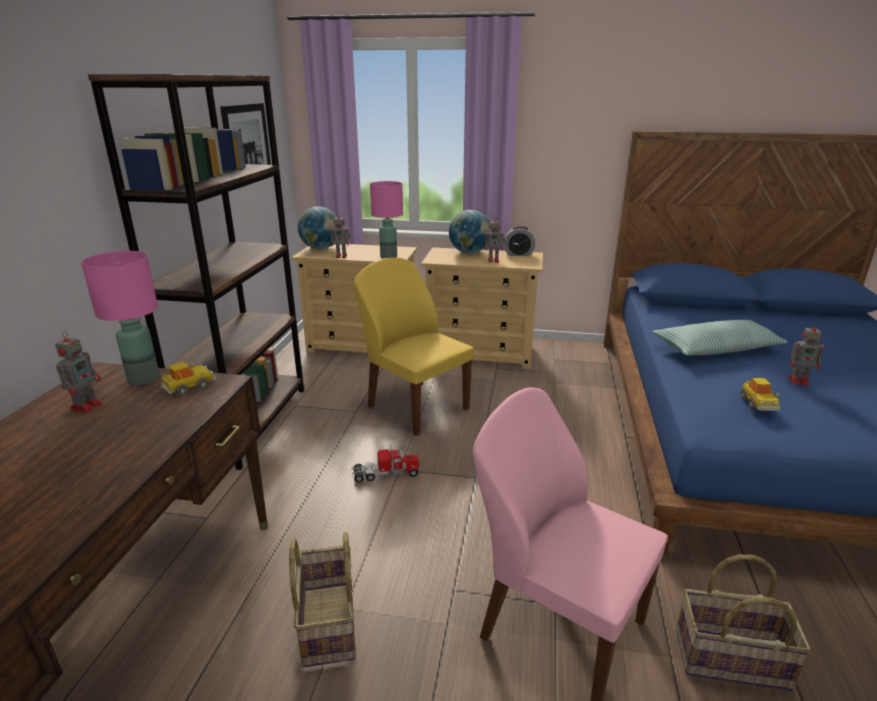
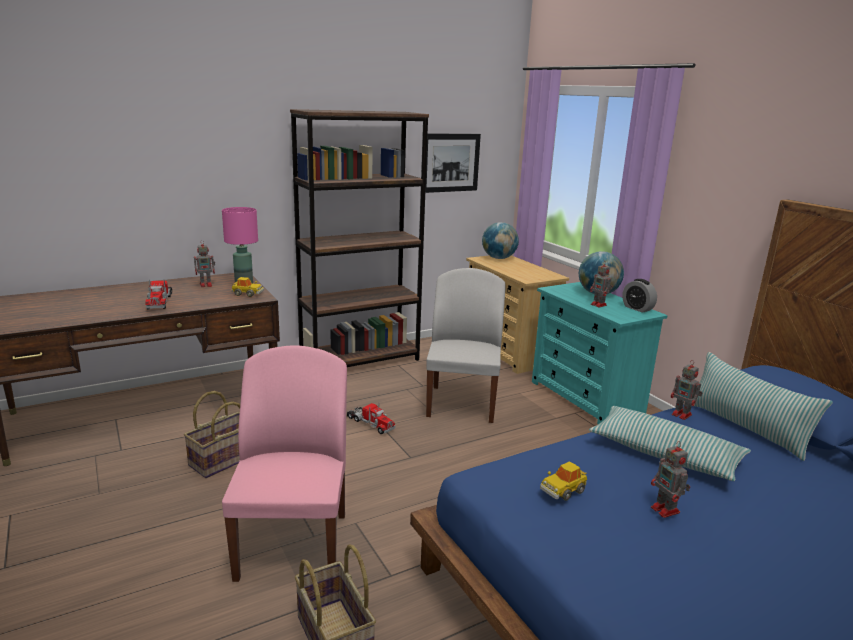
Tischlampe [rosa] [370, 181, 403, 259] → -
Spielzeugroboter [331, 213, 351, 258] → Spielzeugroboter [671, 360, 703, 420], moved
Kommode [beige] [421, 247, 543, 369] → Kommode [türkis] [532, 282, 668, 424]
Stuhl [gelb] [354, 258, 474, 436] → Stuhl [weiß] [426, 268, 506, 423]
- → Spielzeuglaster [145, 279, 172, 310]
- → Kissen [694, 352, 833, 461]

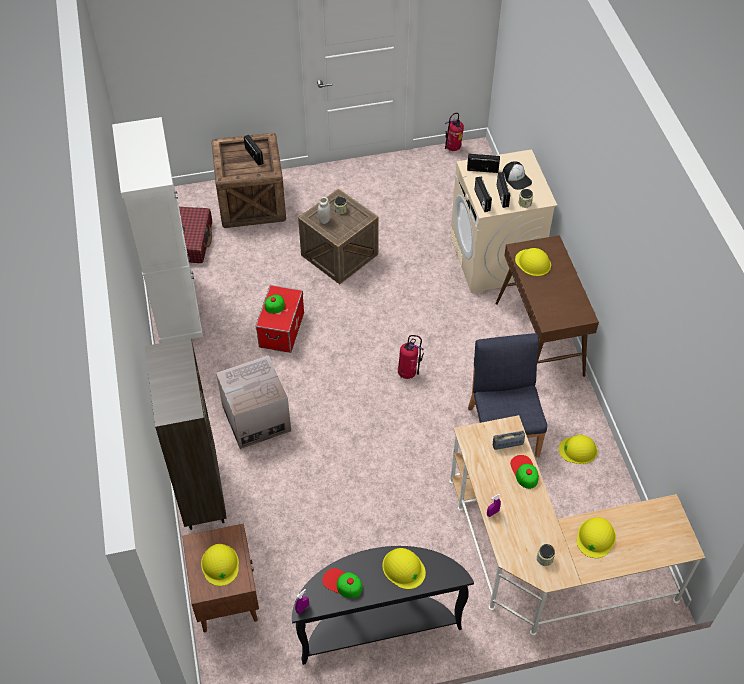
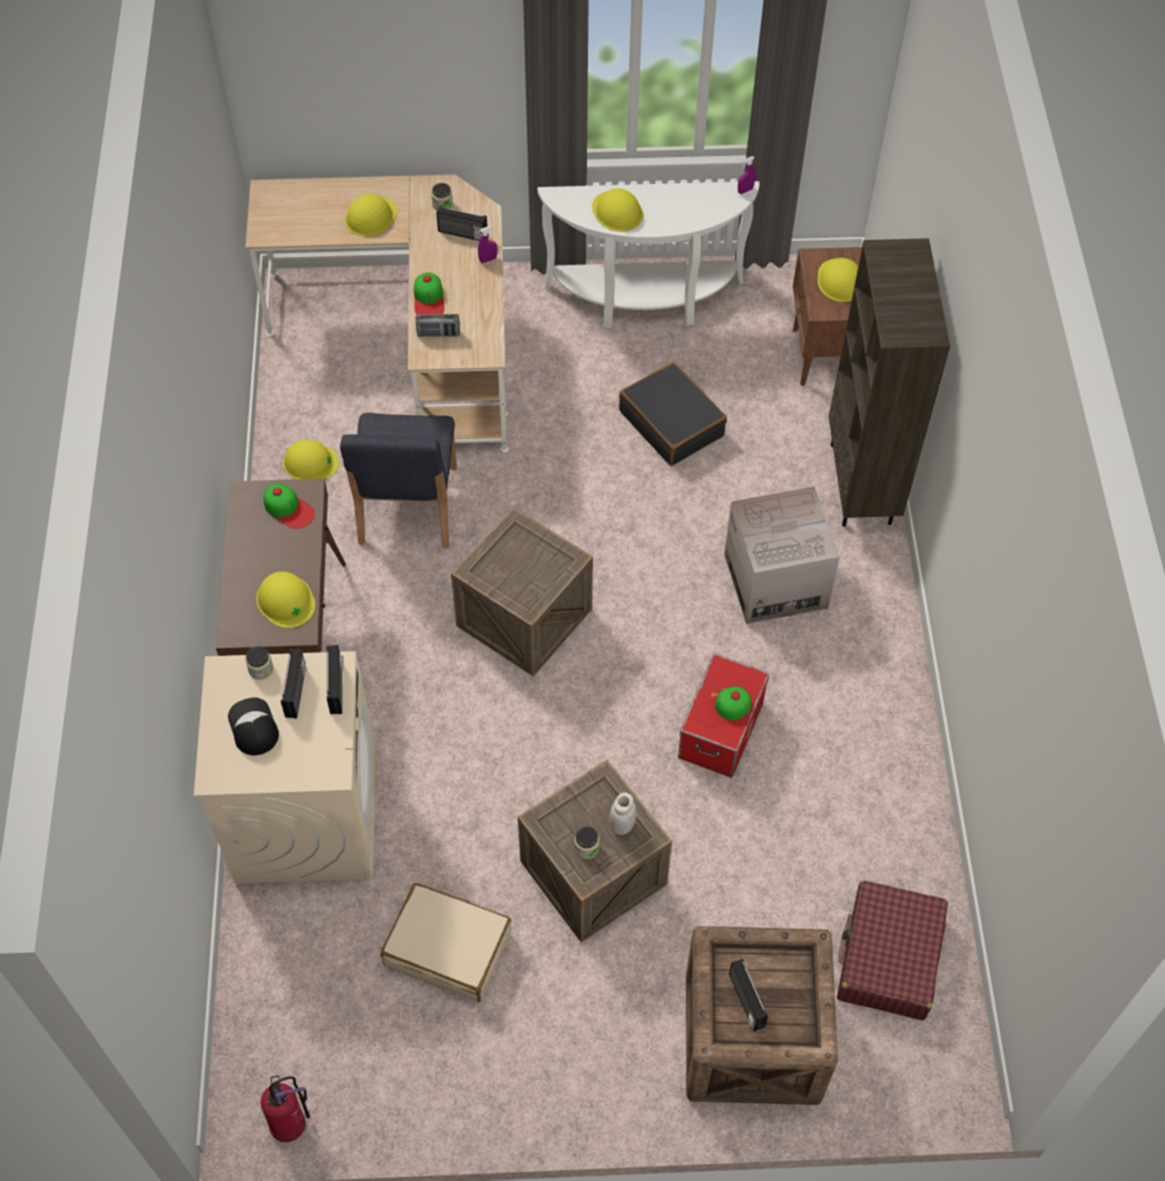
Schrank [weiß] [112, 117, 203, 343] → -
Radio [467, 154, 500, 173] → Radio [436, 205, 487, 241], moved
Feuerlöscher [398, 335, 424, 379] → Kiste [451, 507, 593, 677]
Konsolentisch [schwarz] [292, 546, 474, 665] → Konsolentisch [weiß] [538, 181, 759, 328]
Kappe [322, 568, 363, 598] → Kappe [264, 484, 315, 529], moved
- → Koffer [schwarz] [619, 362, 727, 466]
- → Koffer [beige] [381, 883, 512, 1002]

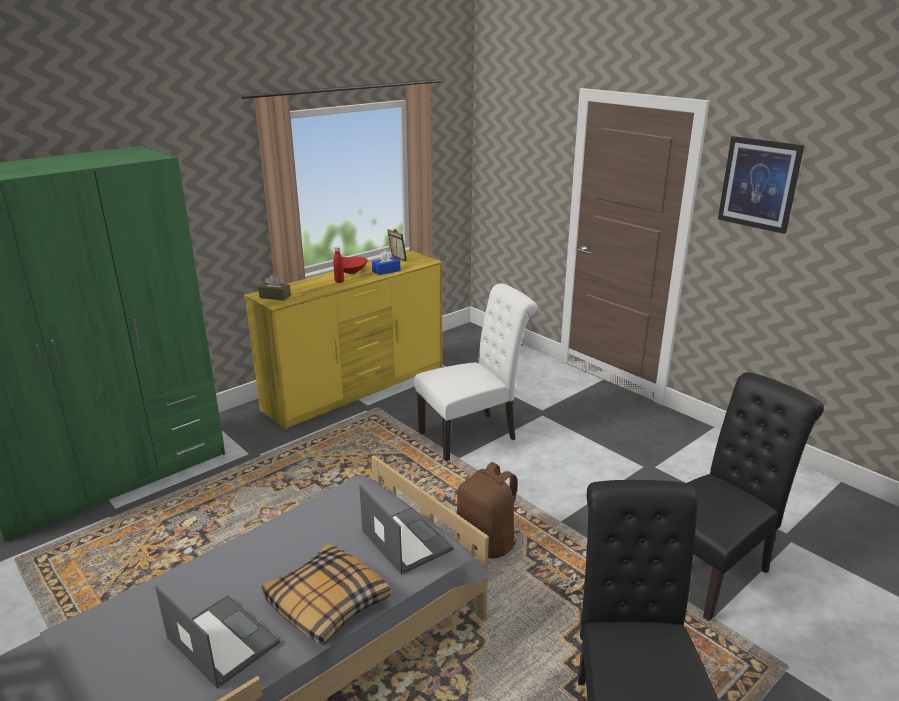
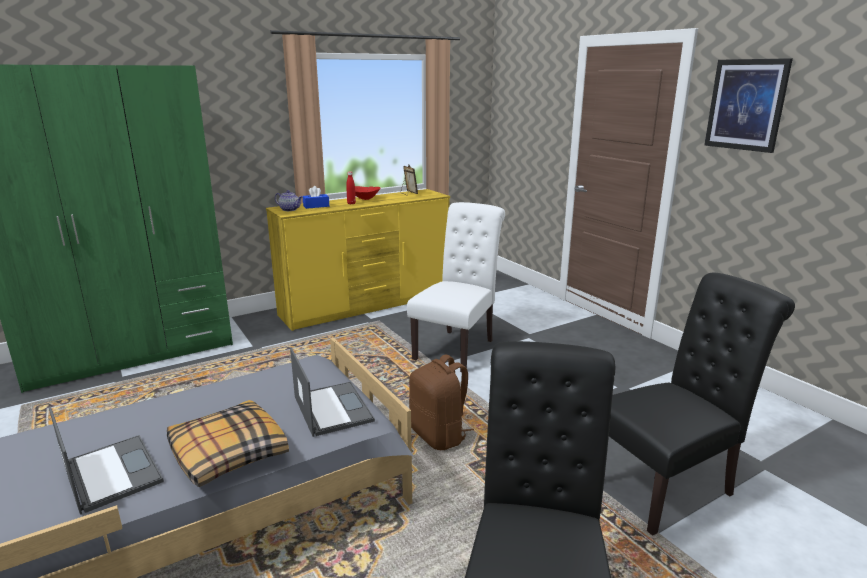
Taschentuchbox [blau] [372, 250, 401, 275] → Taschentuchbox [blau] [303, 186, 329, 209], moved
Taschentuchbox [braun] [258, 275, 291, 301] → Teekanne [275, 190, 303, 211]
Stuhl [weiß] [414, 283, 537, 461] → Stuhl [weiß] [407, 202, 505, 372], 45 degrees counterclockwise

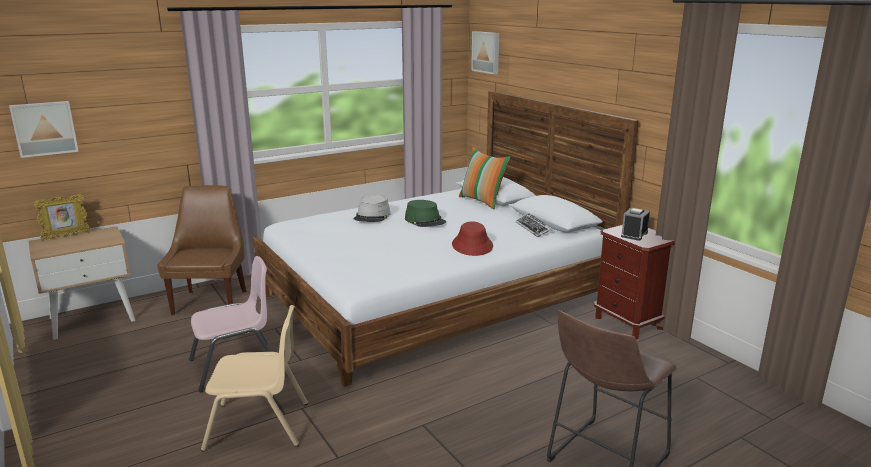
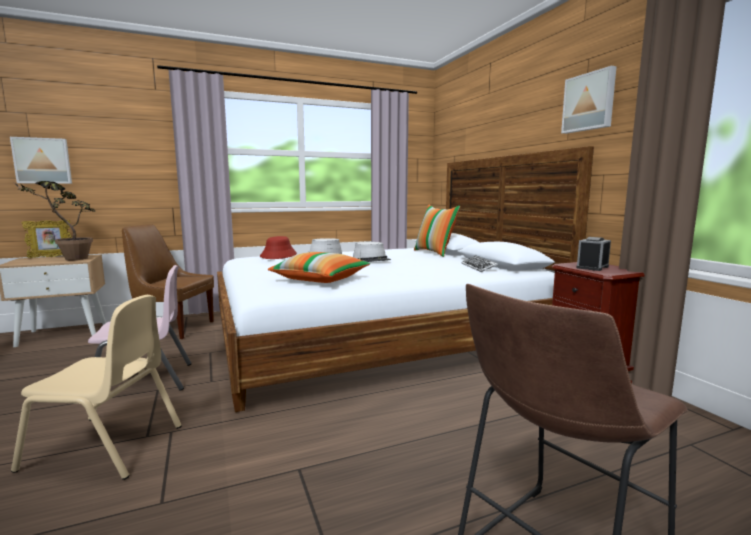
Bild [471, 31, 499, 74] → Bild [561, 66, 617, 134], moved
Stuhl [braun] [157, 185, 246, 315] → Stuhl [braun] [122, 224, 214, 339], 90 degrees counterclockwise
Hut [grün] [405, 200, 446, 227] → Hut [grau] [353, 242, 391, 262]
Hut [rot] [452, 221, 493, 256] → Hut [rot] [260, 236, 297, 259], moved
- → Topfpflanze [13, 181, 95, 261]
- → Kissen [268, 252, 370, 283]

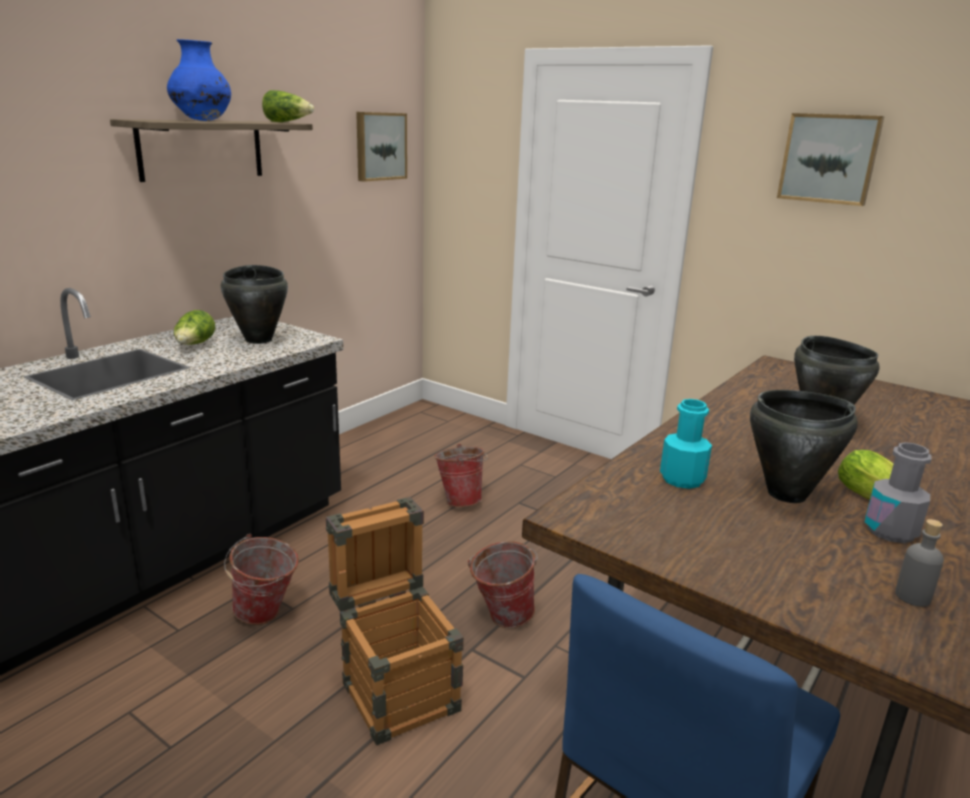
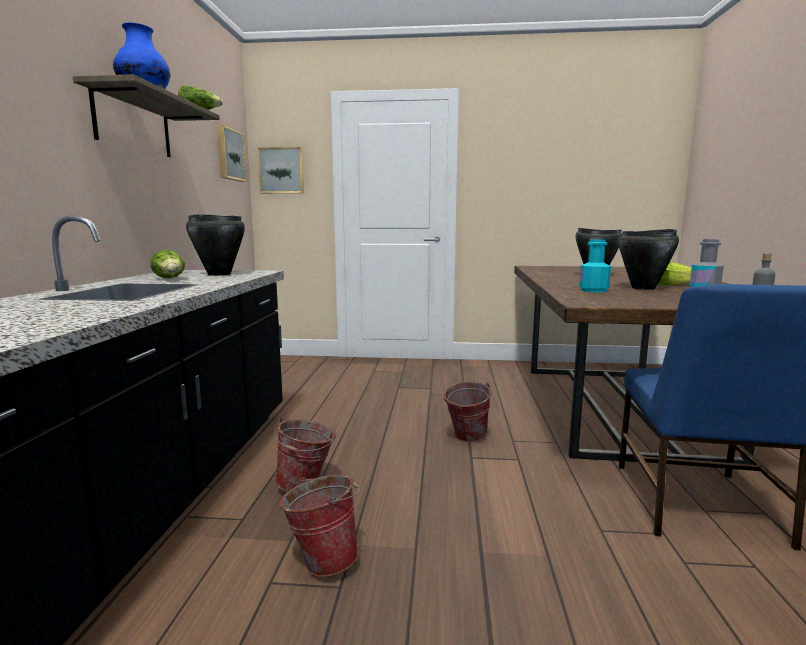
Bild [777, 113, 885, 206] → Bild [258, 147, 304, 193], moved
Eimer [434, 444, 489, 507] → Eimer [279, 474, 360, 577], moved
Kiste [326, 497, 464, 745] → -

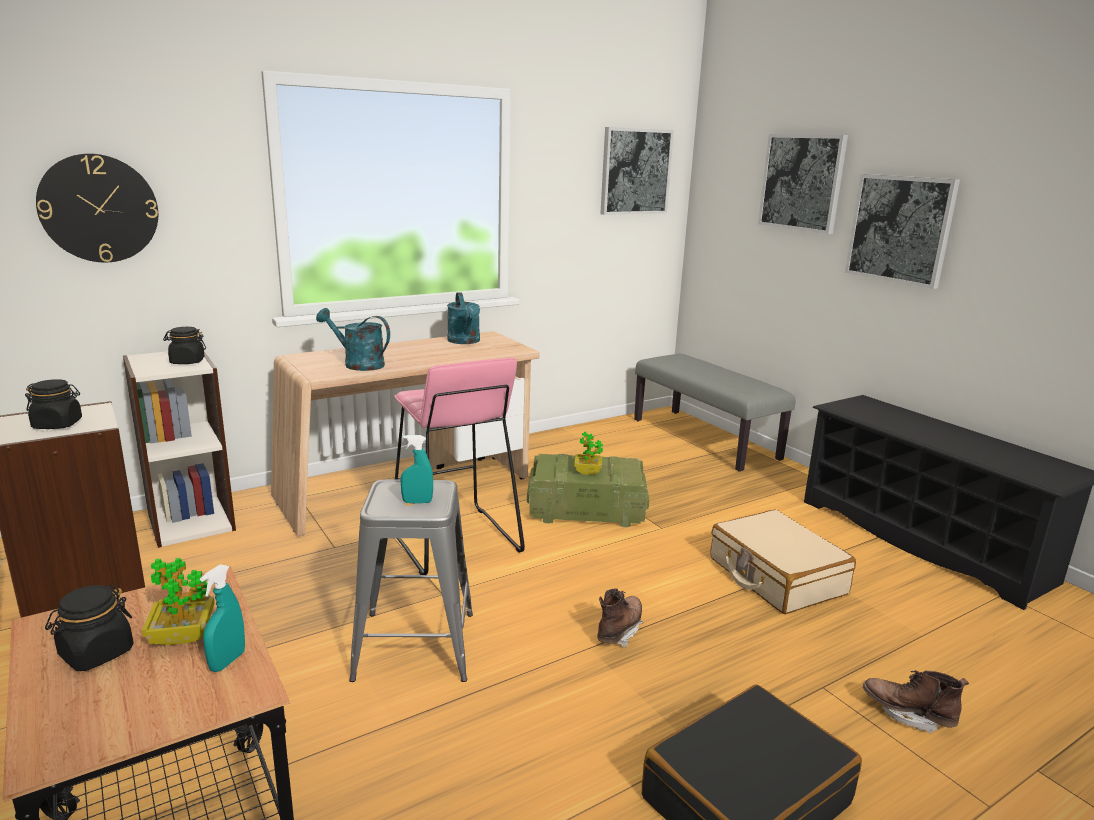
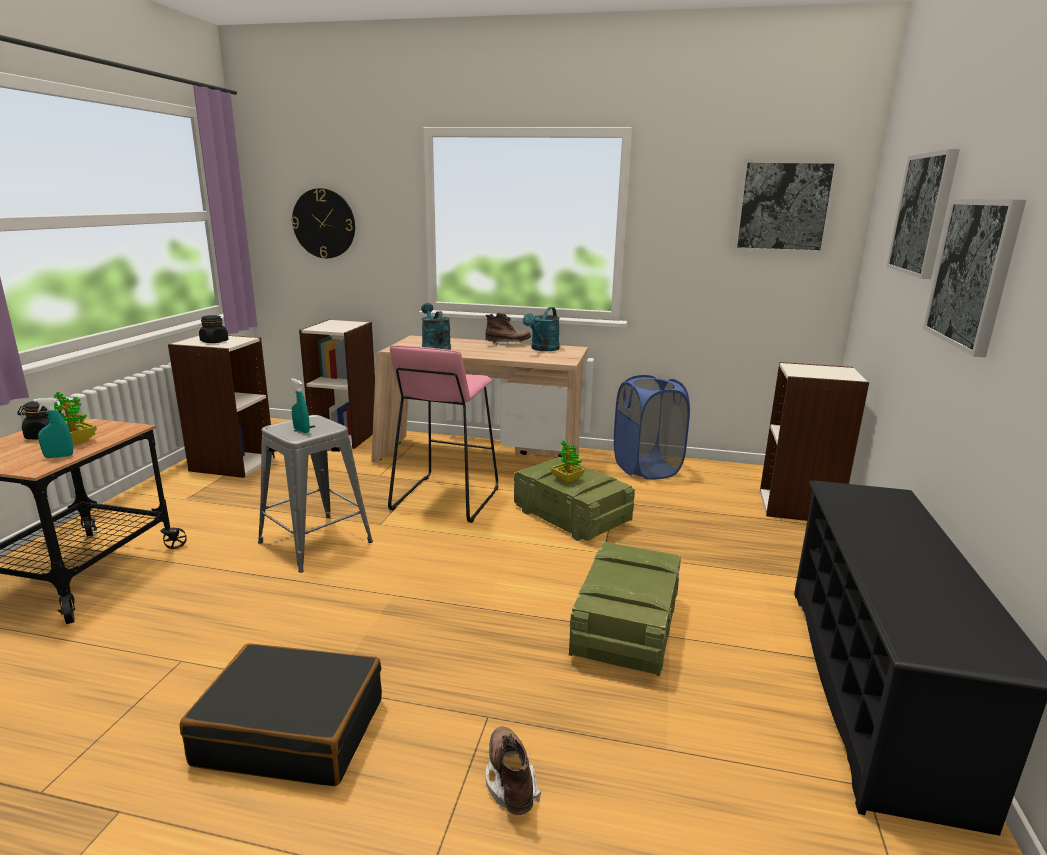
Vorratsglas [schwarz] [163, 327, 206, 364] → -
Bank [grau] [634, 354, 795, 472] → Bücherregal [760, 362, 869, 521]
Koffer [beige] [710, 509, 856, 614] → Kiste [569, 542, 681, 676]
Stiefel [braun] [597, 588, 643, 648] → Stiefel [braun] [485, 313, 531, 347], moved
- → Wäschekorb [blau] [614, 375, 690, 480]

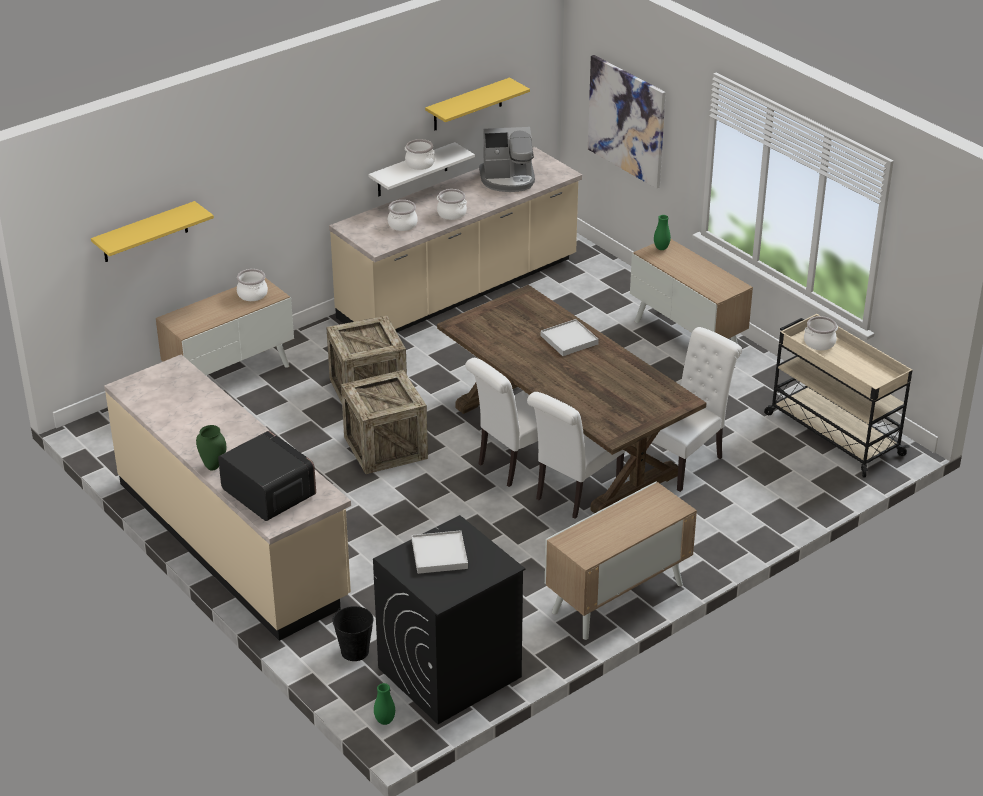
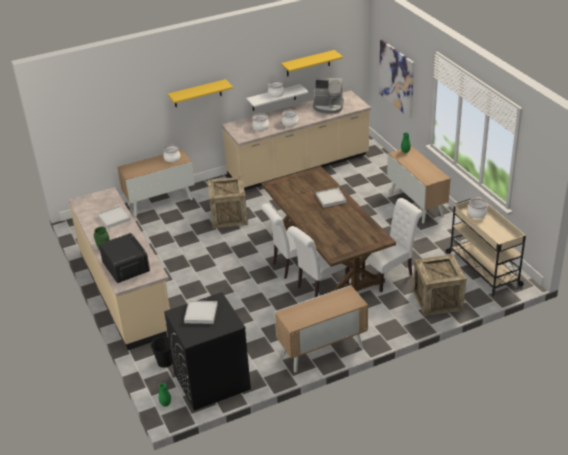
Wandregal [gelb] [91, 201, 214, 262] → Wandregal [gelb] [168, 79, 233, 107], moved
Kiste [341, 370, 428, 474] → Kiste [413, 254, 466, 316], moved
- → Tablett [weiß] [98, 206, 131, 229]

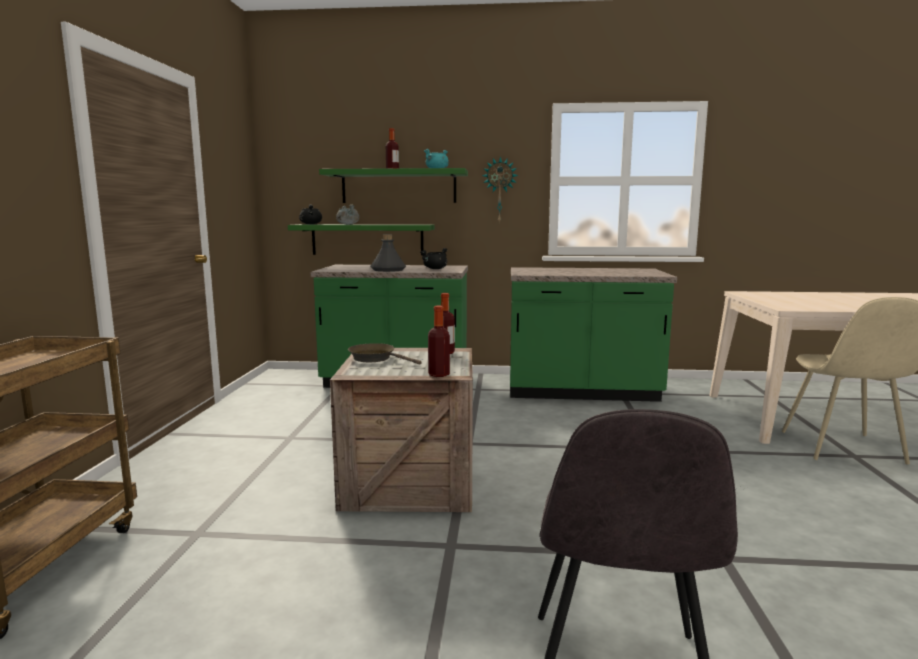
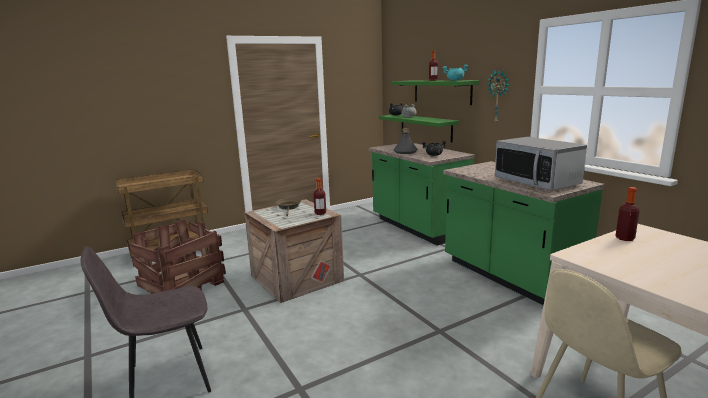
Flasche [428, 305, 450, 377] → Flasche [616, 187, 640, 241], moved
- → Mikrowelle [495, 137, 587, 191]
- → Kiste [129, 220, 226, 294]

